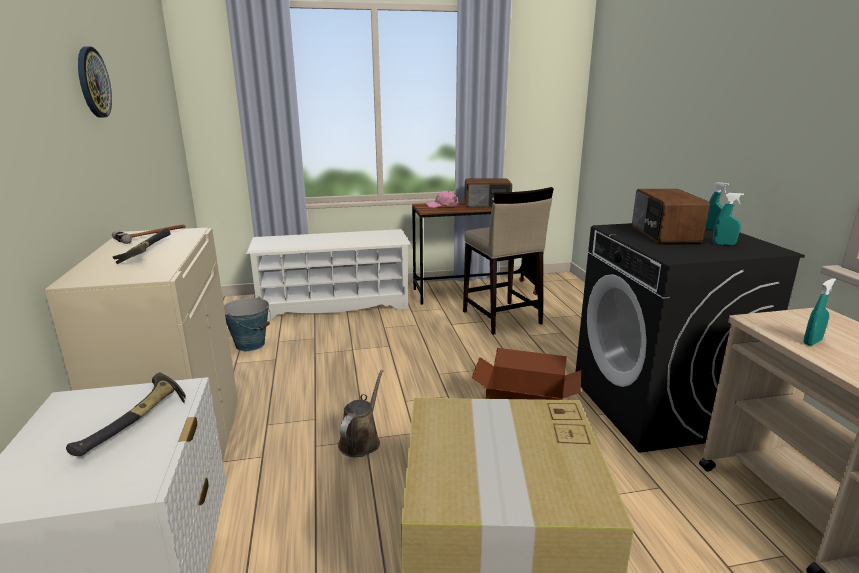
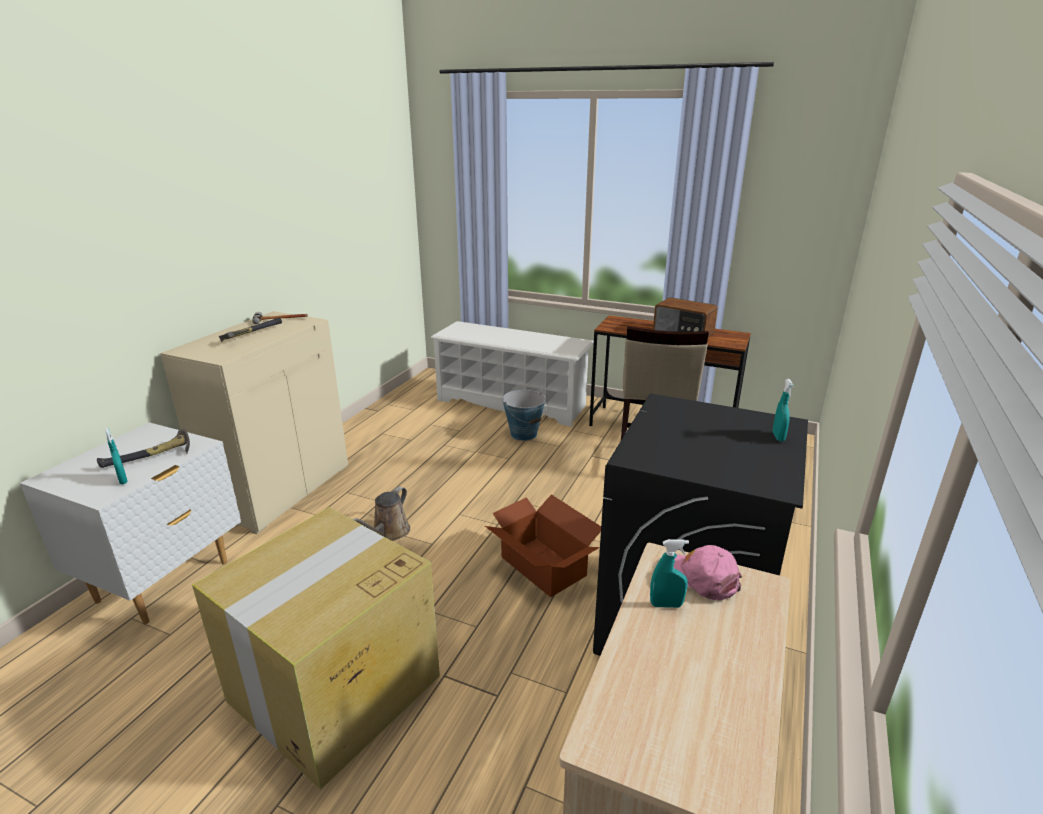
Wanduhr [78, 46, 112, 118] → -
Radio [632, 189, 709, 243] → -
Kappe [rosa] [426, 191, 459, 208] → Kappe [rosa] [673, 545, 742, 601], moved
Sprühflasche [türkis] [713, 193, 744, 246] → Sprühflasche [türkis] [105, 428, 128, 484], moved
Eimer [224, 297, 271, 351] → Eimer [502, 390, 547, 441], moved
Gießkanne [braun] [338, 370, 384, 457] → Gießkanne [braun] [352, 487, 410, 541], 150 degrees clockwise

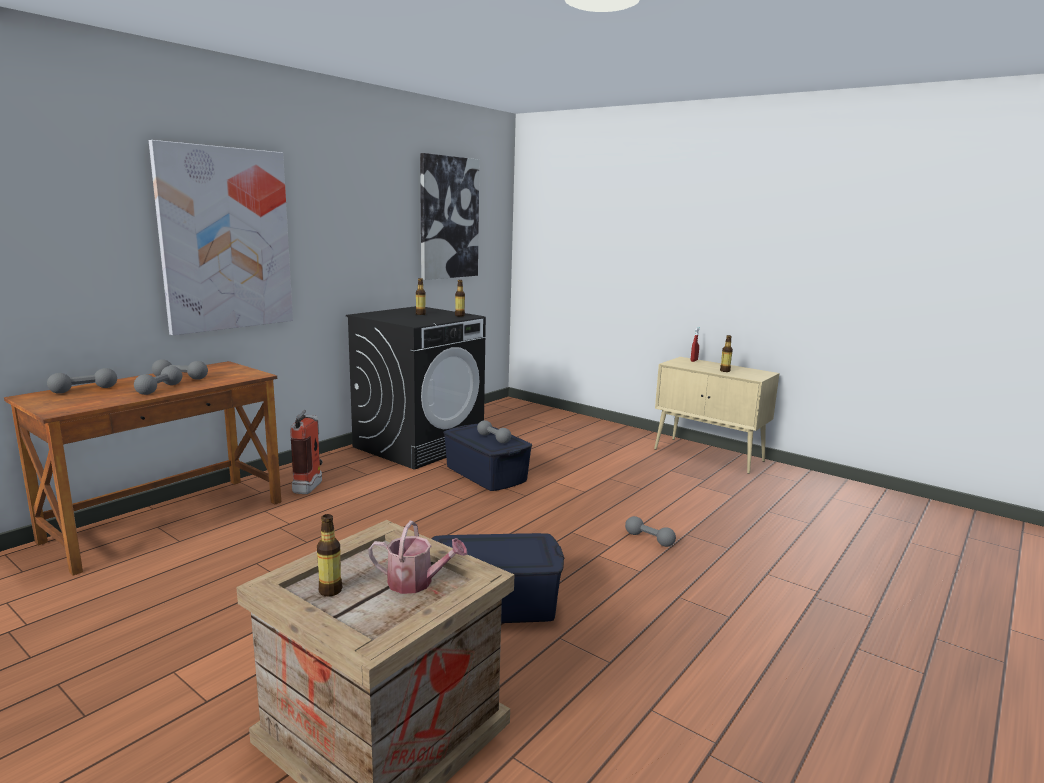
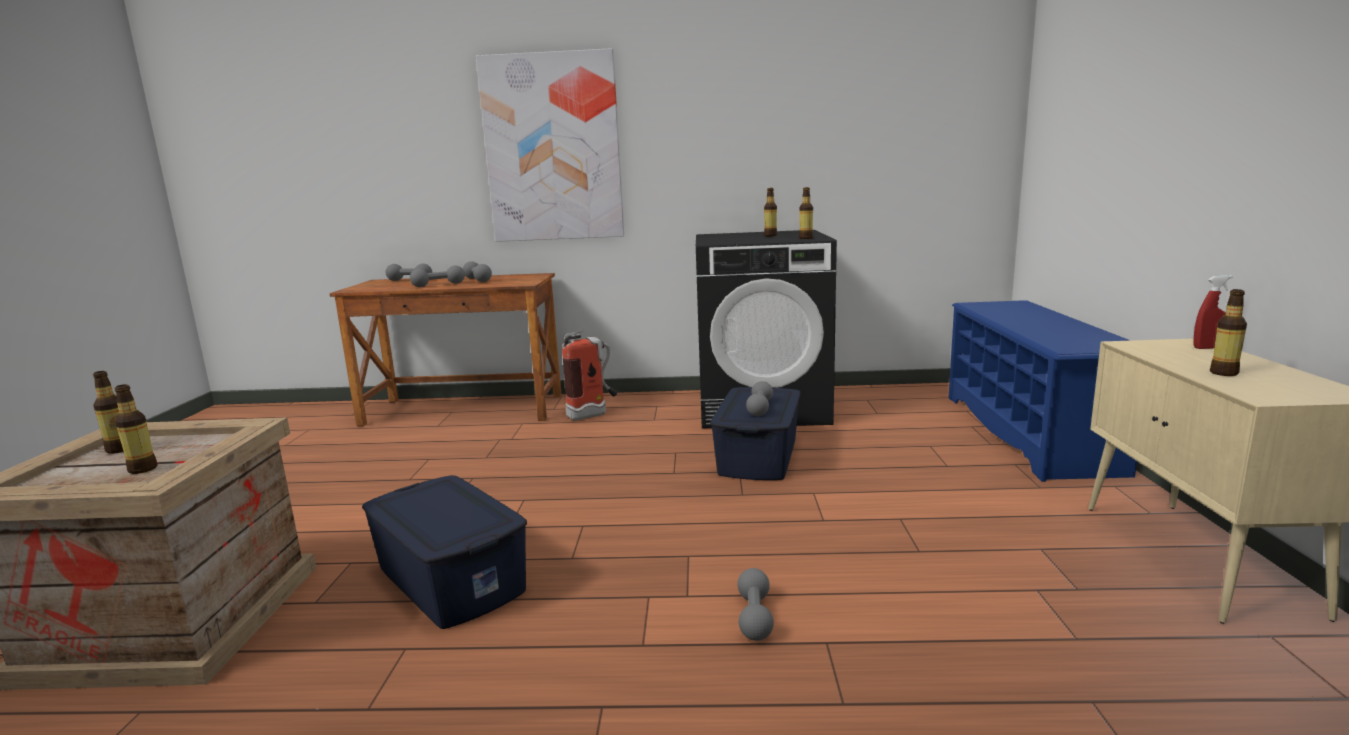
Bild [420, 153, 479, 280] → -
Gießkanne [368, 521, 467, 594] → Flasche [114, 384, 157, 474]
- → Schuhregal [blau] [949, 300, 1137, 482]

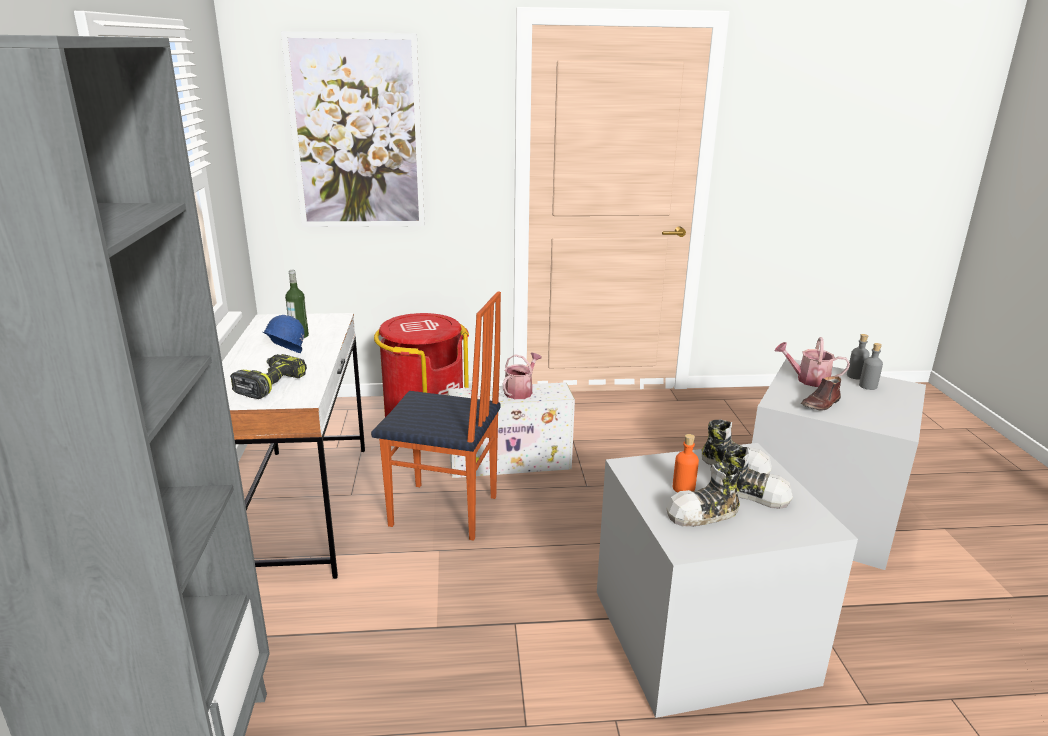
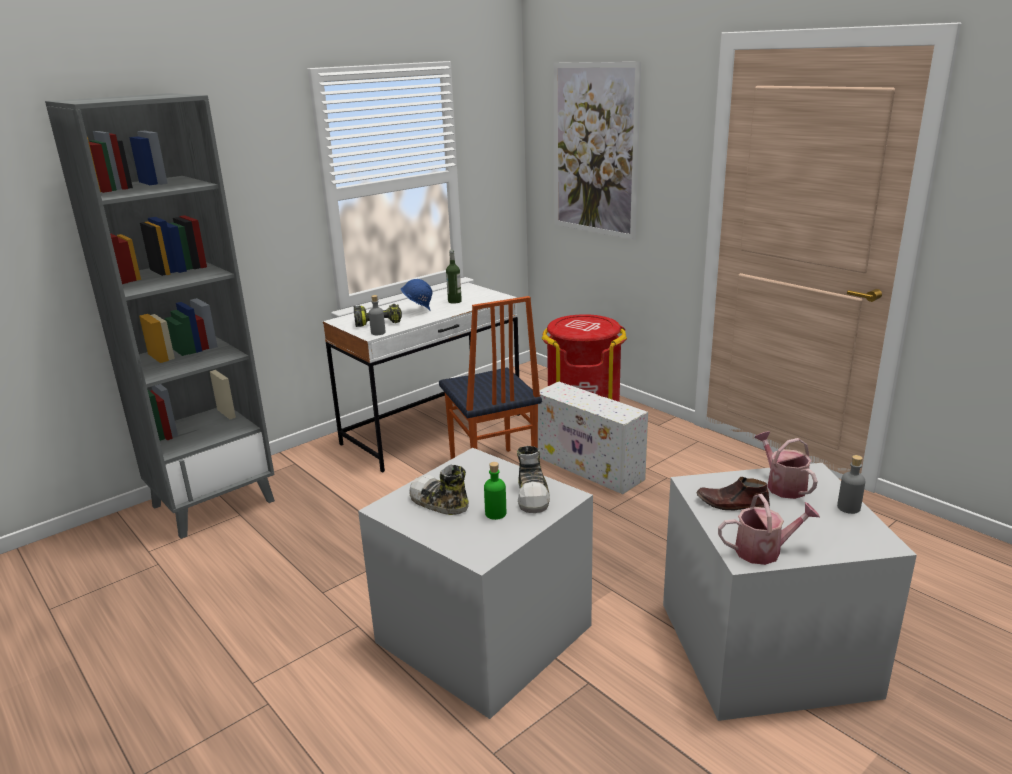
Flasche [grau] [859, 343, 883, 390] → Flasche [grau] [369, 295, 385, 335], moved
Gießkanne [503, 353, 542, 399] → Gießkanne [718, 494, 820, 565], moved
Flasche [orange] [673, 434, 699, 493] → -
Schuh [724, 445, 793, 509] → Flasche [grün] [484, 462, 506, 520]

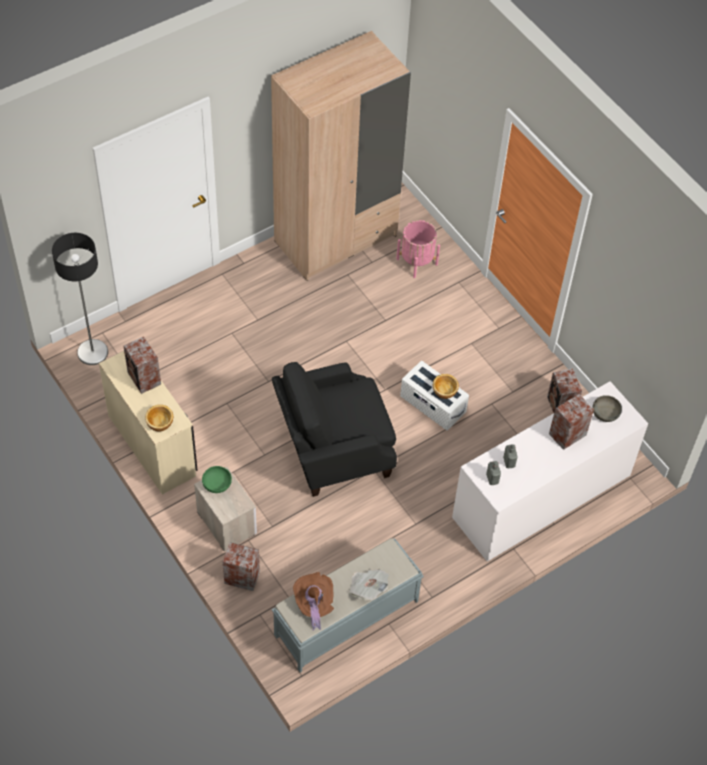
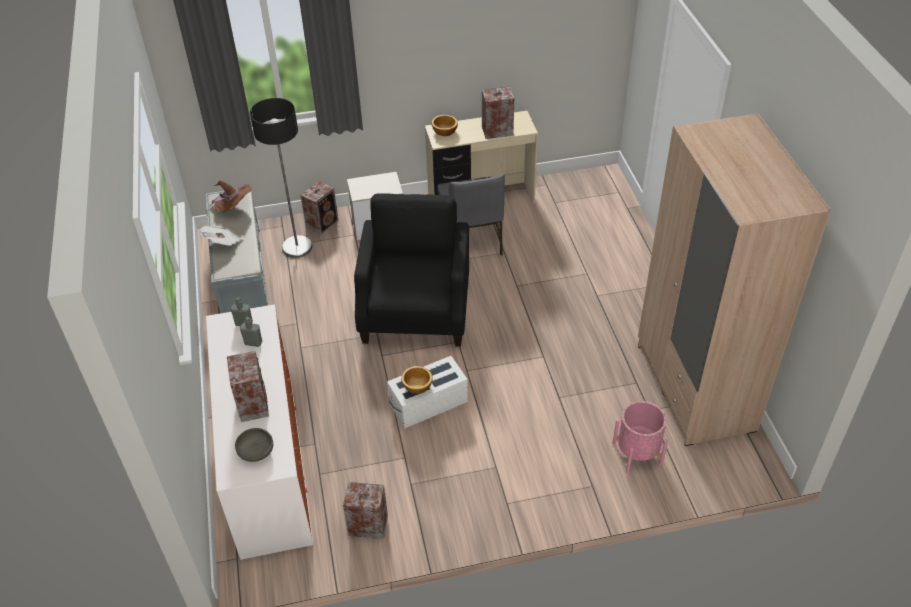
Stehlampe [52, 233, 108, 365] → Stehlampe [250, 98, 313, 258], moved
Schüssel [grün] [202, 466, 232, 493] → -
- → Stuhl [grau] [438, 174, 505, 255]

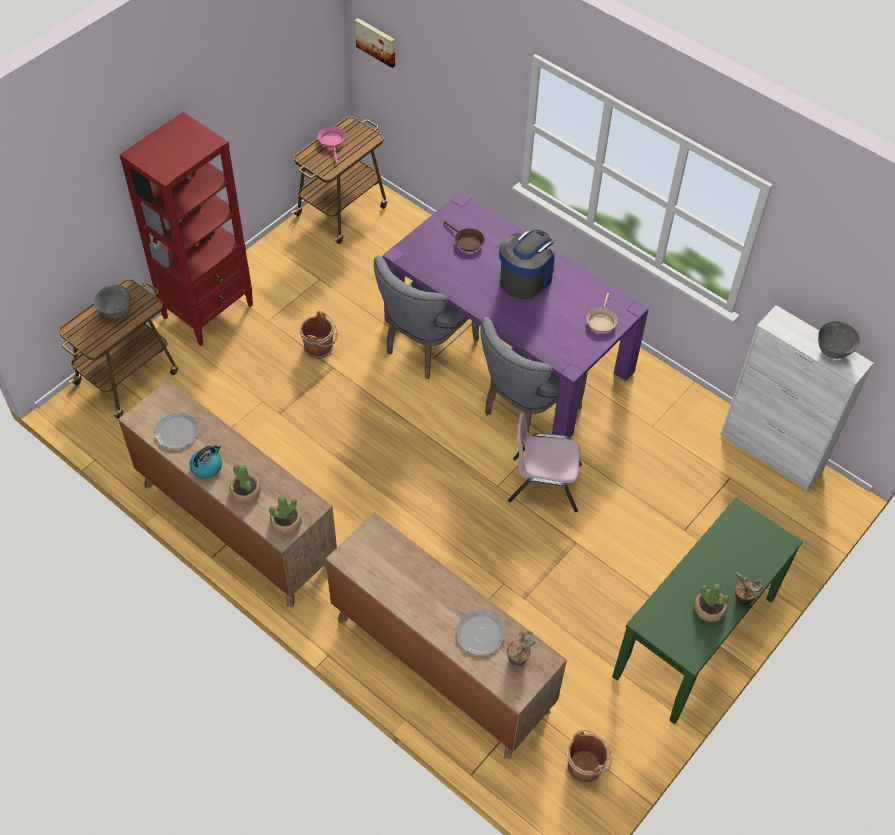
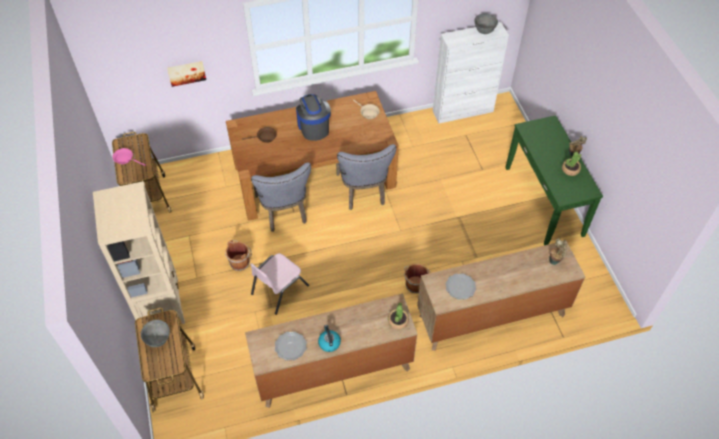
Bild [355, 18, 395, 68] → Bild [167, 61, 206, 87], moved
Bücherregal [rot] [119, 112, 253, 346] → Bücherregal [beige] [93, 181, 185, 324]
Esstisch [lila] [382, 192, 649, 437] → Esstisch [braun] [226, 91, 399, 221]
Stuhl [rosa] [508, 414, 582, 512] → Stuhl [rosa] [250, 253, 309, 315], moved
Topfpflanze [229, 465, 261, 503] → -
Teller [456, 610, 505, 656] → Teller [446, 273, 476, 300], moved
Eimer [braun] [565, 729, 612, 784] → Eimer [braun] [404, 263, 430, 293], moved

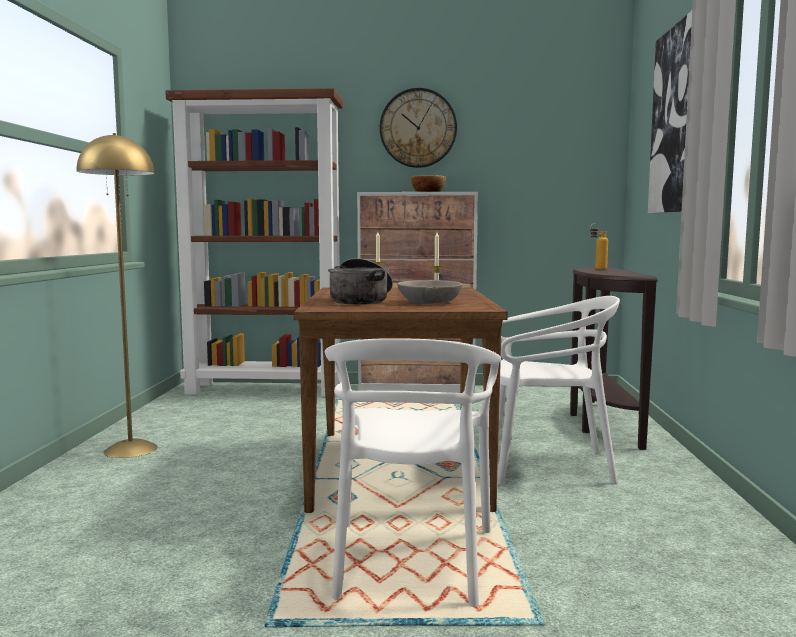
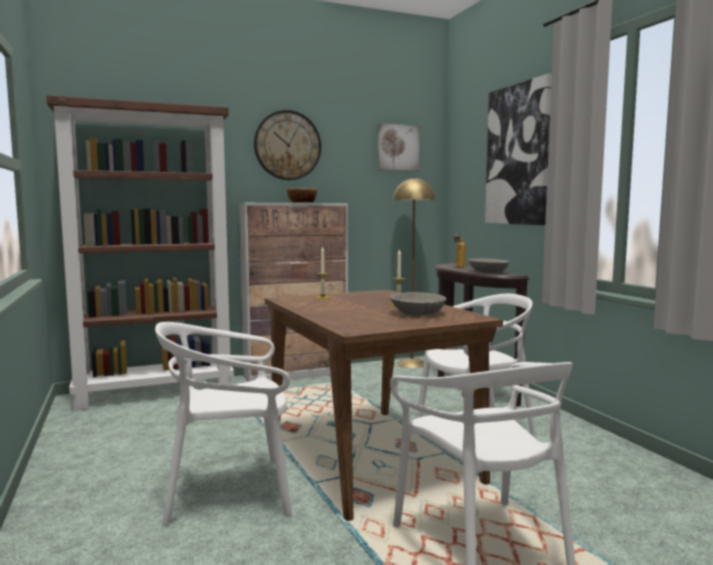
Stehlampe [gelb] [77, 133, 158, 458] → Stehlampe [gelb] [393, 177, 435, 368], moved
Kochtopf [328, 258, 393, 304] → -
- → Bild [377, 123, 419, 171]
- → Schüssel [grau] [468, 259, 509, 273]
- → Stuhl [weiß] [155, 322, 292, 525]

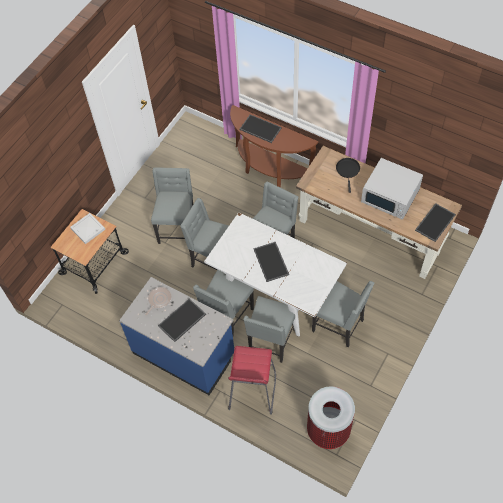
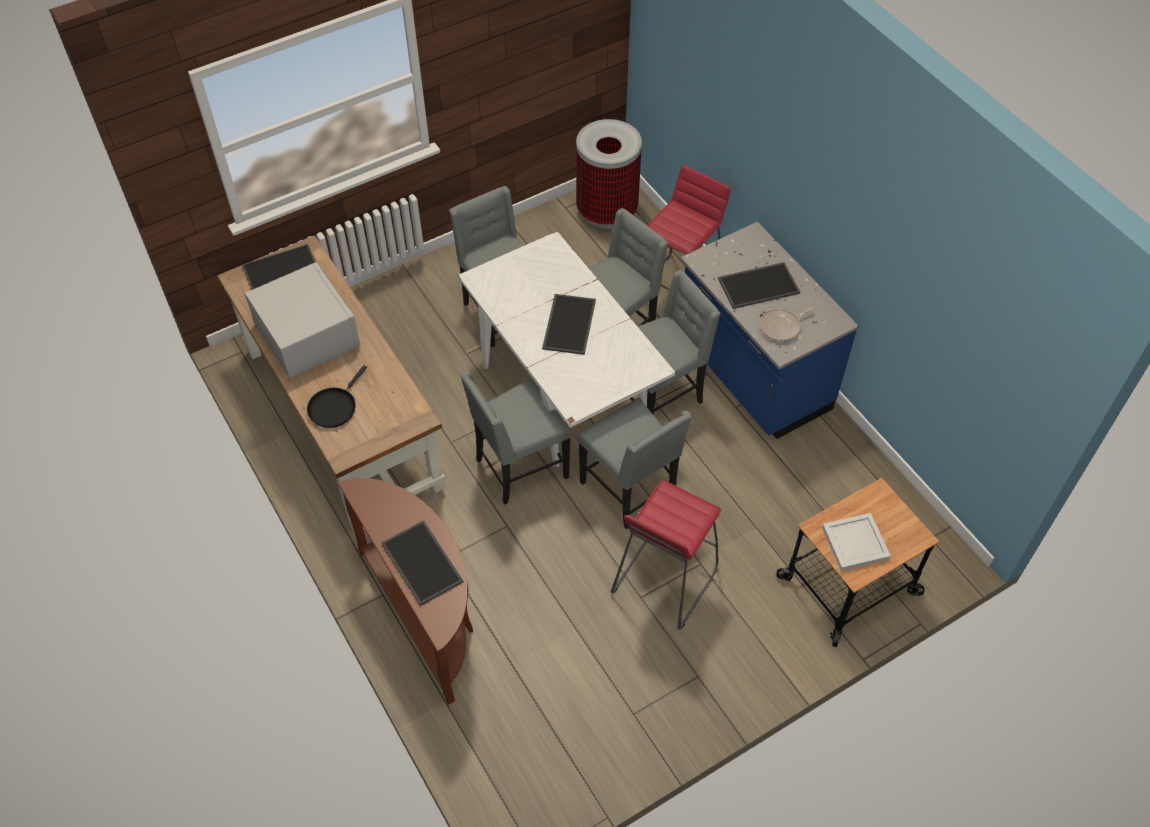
Stuhl [grau] [151, 168, 193, 244] → Hocker [rot] [611, 480, 721, 629]

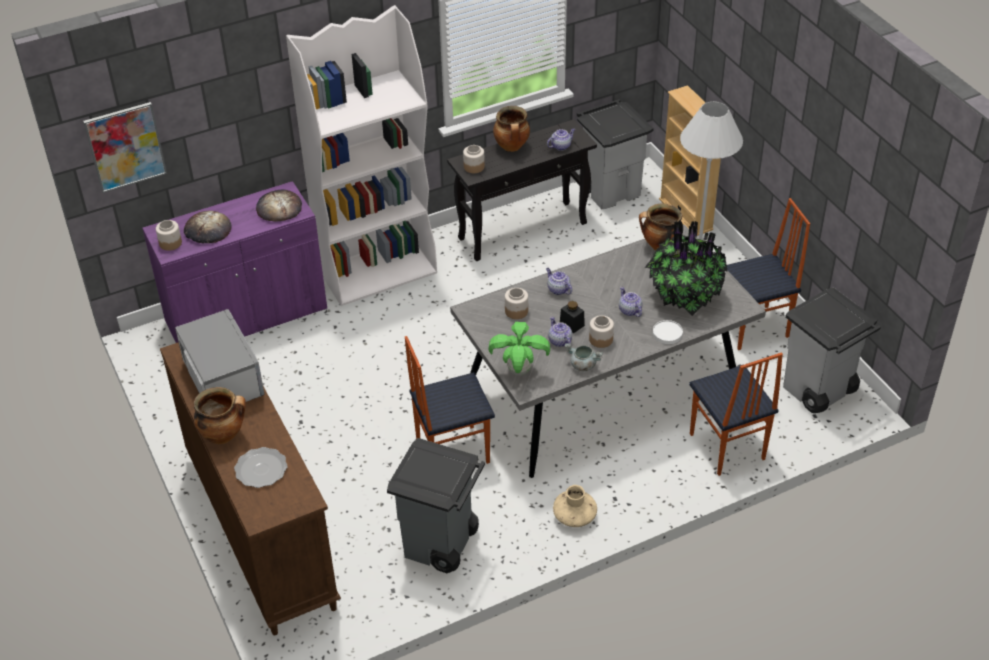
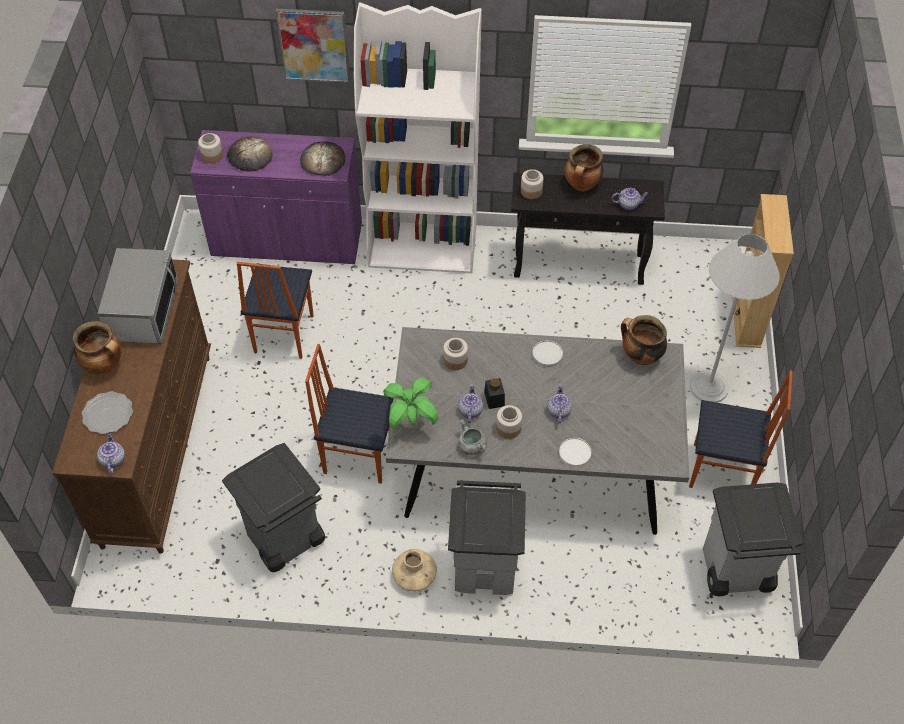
Mülleimer [grau] [577, 99, 654, 209] → Mülleimer [grau] [448, 480, 526, 595], moved
Bild [83, 102, 167, 193] → Bild [276, 9, 350, 83], moved
Topfpflanze [644, 221, 728, 316] → -
Teekanne [546, 268, 572, 295] → Teekanne [97, 432, 125, 474], moved
Stuhl [689, 353, 783, 476] → Stuhl [237, 262, 314, 359], moved
- → Teller [weiß] [532, 340, 563, 367]

